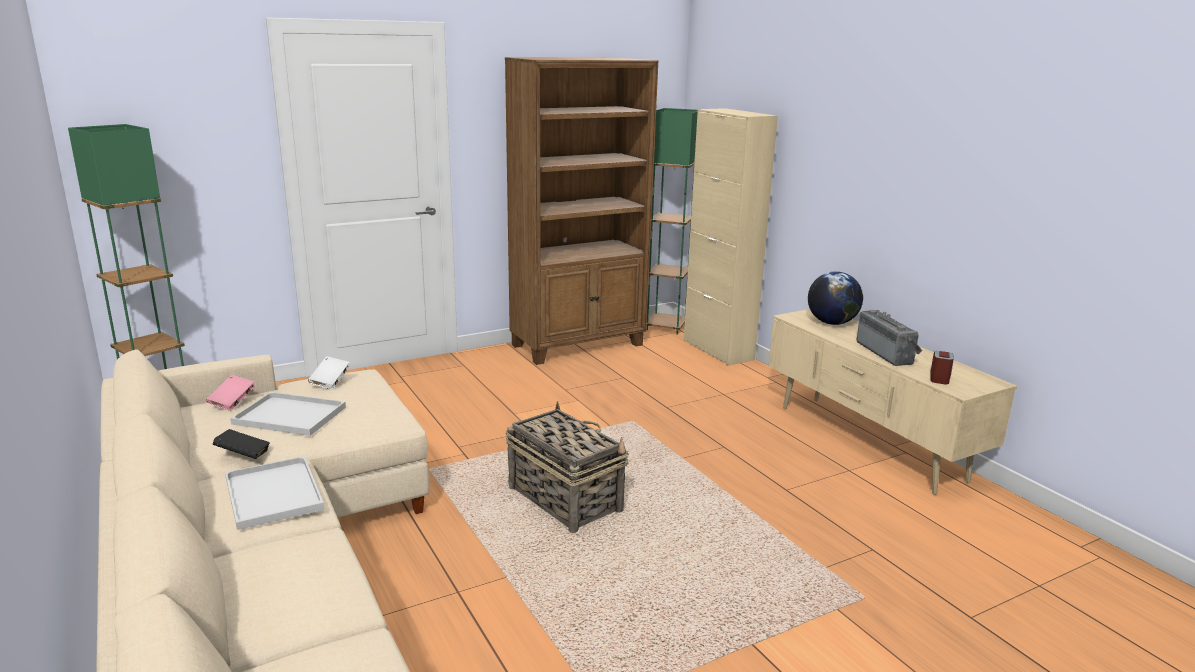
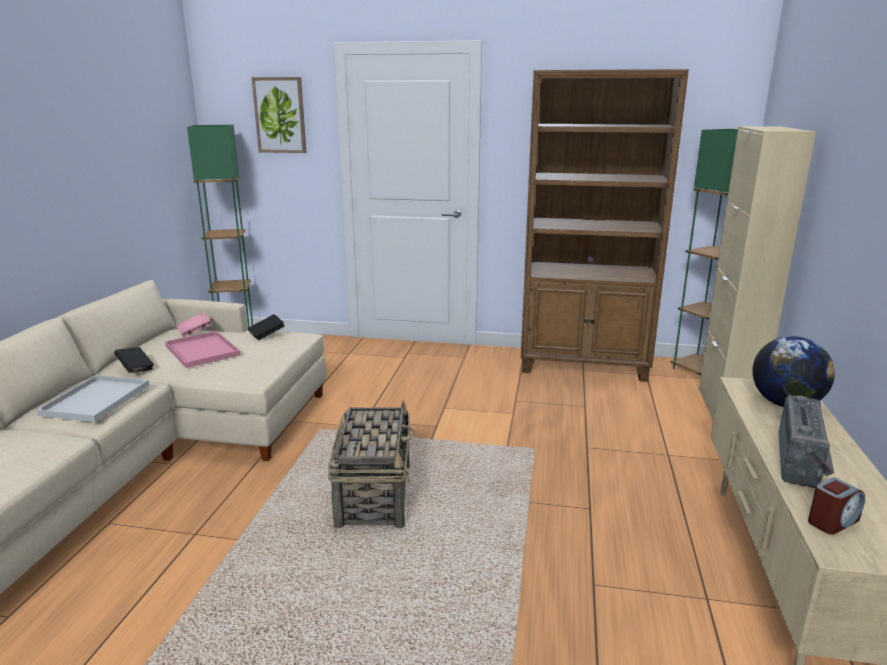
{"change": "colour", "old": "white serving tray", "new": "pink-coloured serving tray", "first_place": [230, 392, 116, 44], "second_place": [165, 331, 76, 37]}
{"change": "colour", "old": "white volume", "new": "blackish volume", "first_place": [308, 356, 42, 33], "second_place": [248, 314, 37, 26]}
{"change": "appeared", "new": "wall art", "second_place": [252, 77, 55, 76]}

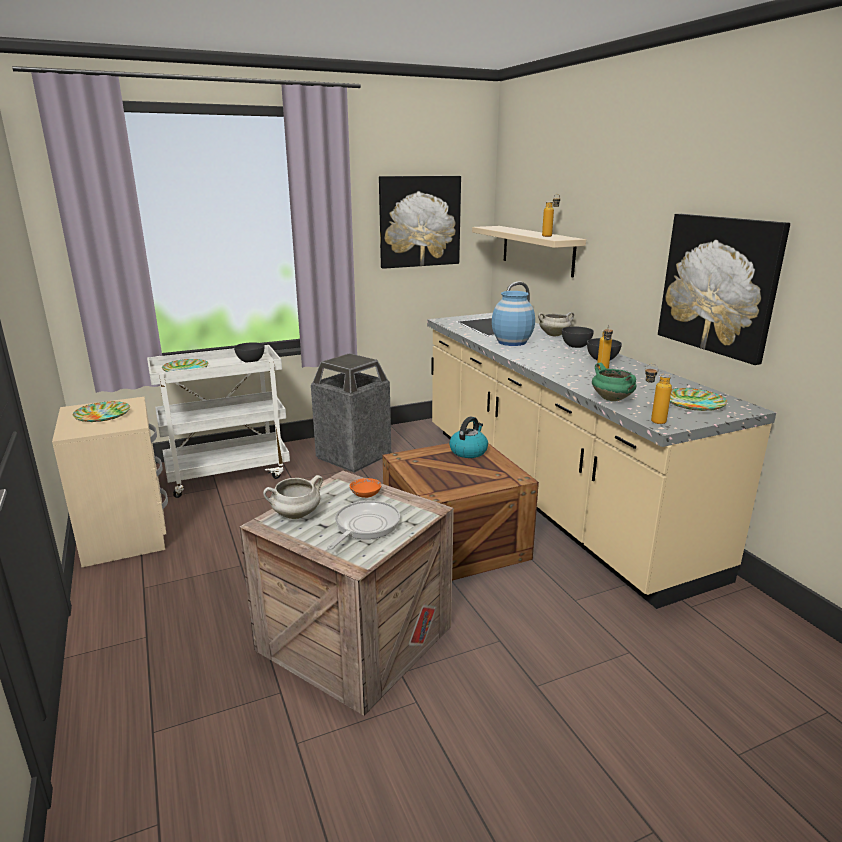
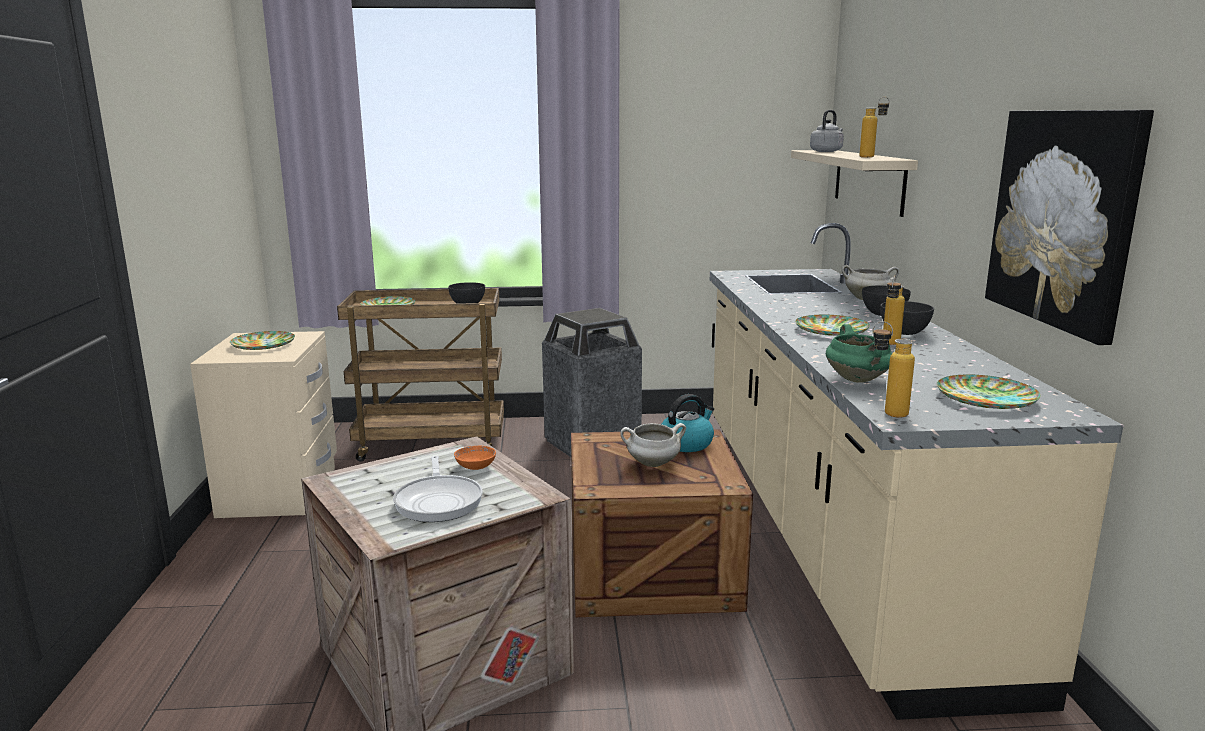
{"change": "colour", "old": "white trolley", "new": "brown trolley", "first_place": [147, 345, 143, 153], "second_place": [337, 288, 167, 174]}
{"change": "relocated", "old": "white cooking pot", "first_place": [263, 475, 60, 44], "second_place": [620, 423, 66, 44]}
{"change": "spun", "old": "skillet", "first_place": [327, 501, 73, 49], "second_place": [393, 456, 89, 66], "degrees": 120}
{"change": "missing", "old": "wall art", "first_place": [379, 176, 82, 93]}
{"change": "missing", "old": "bluish flower vase", "first_place": [492, 291, 43, 55]}
{"change": "appeared", "new": "plate", "second_place": [795, 315, 75, 21]}
{"change": "appeared", "new": "grey water kettle", "second_place": [810, 110, 34, 42]}

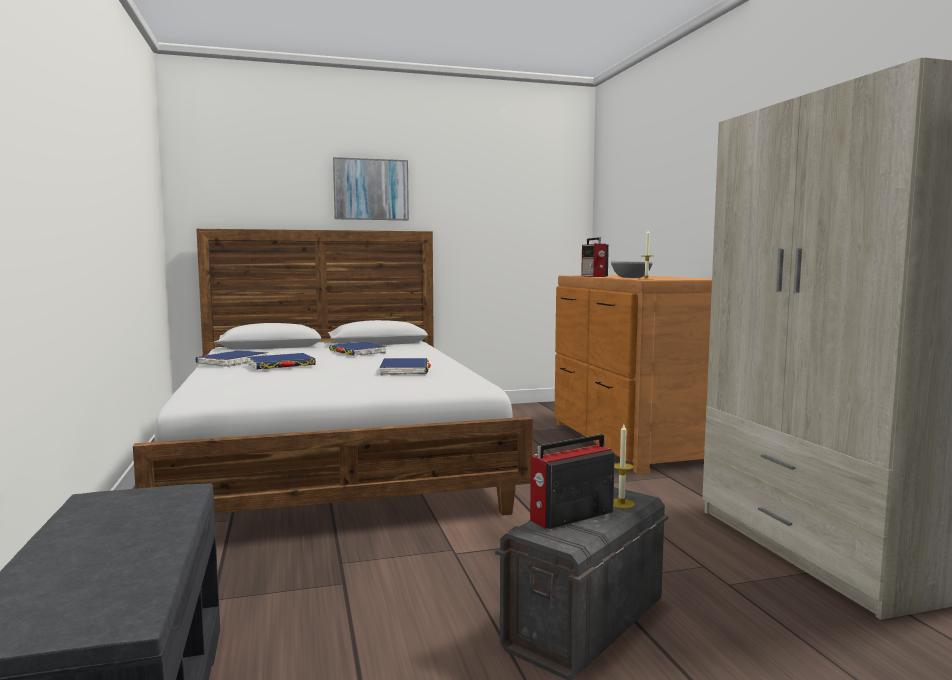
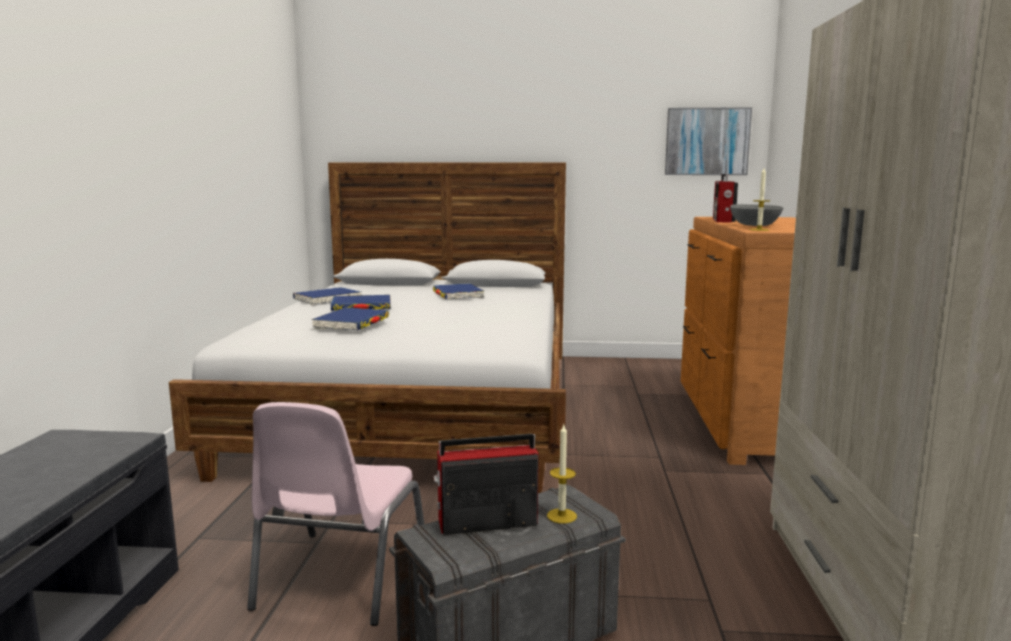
{"change": "relocated", "old": "wall art", "first_place": [333, 157, 76, 63], "second_place": [665, 107, 87, 68]}
{"change": "relocated", "old": "bluish volume", "first_place": [380, 358, 51, 18], "second_place": [311, 307, 78, 23]}
{"change": "appeared", "new": "pink-coloured plain chair", "second_place": [247, 402, 177, 224]}

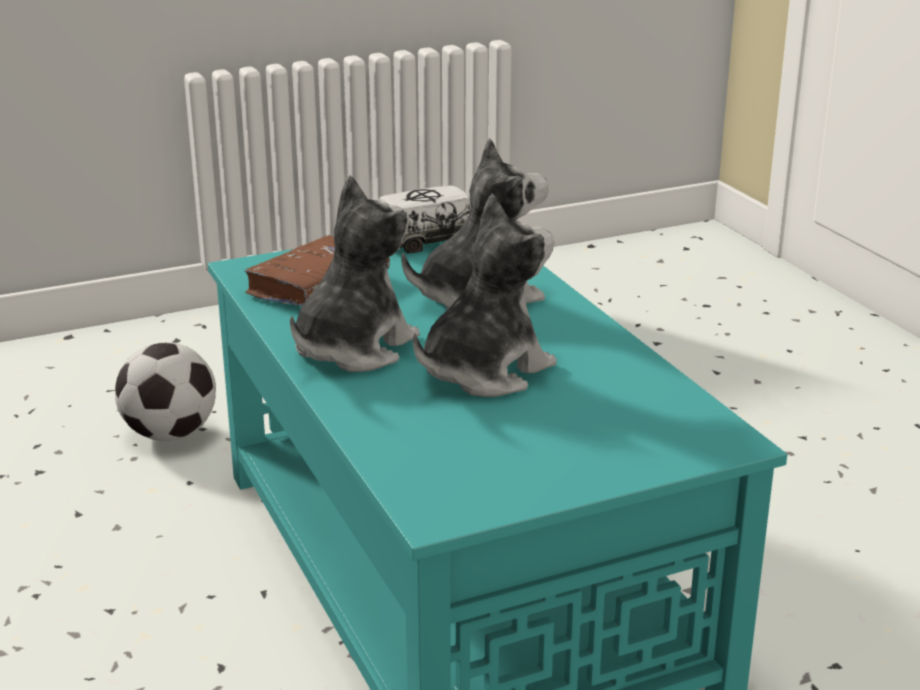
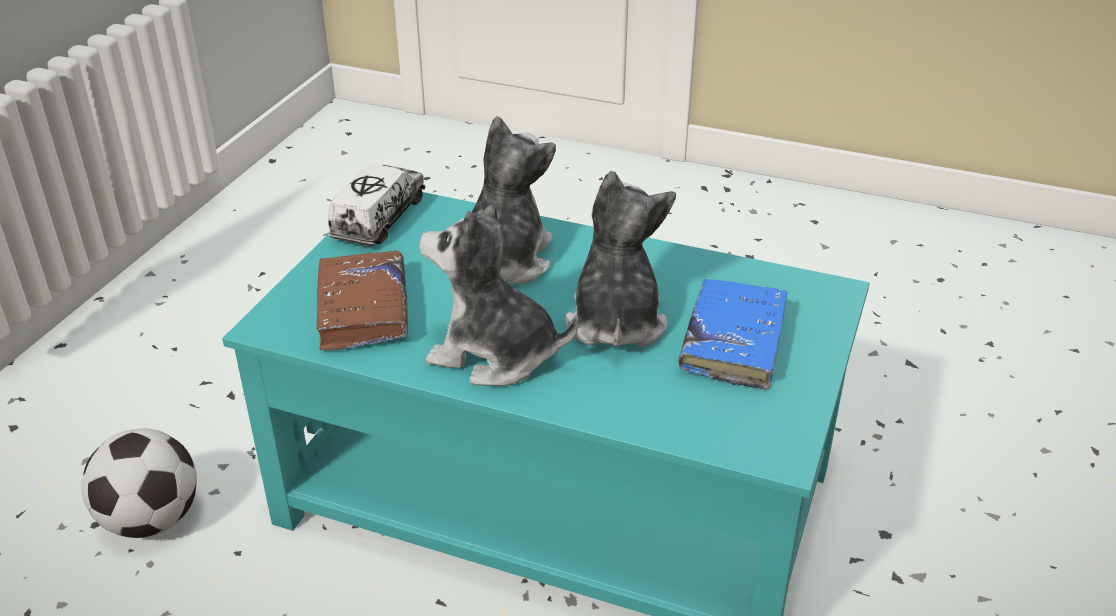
{"change": "spun", "old": "cuddly toy", "first_place": [290, 175, 130, 197], "second_place": [419, 200, 160, 186], "degrees": -60}
{"change": "appeared", "new": "bluish volume", "second_place": [678, 279, 110, 111]}

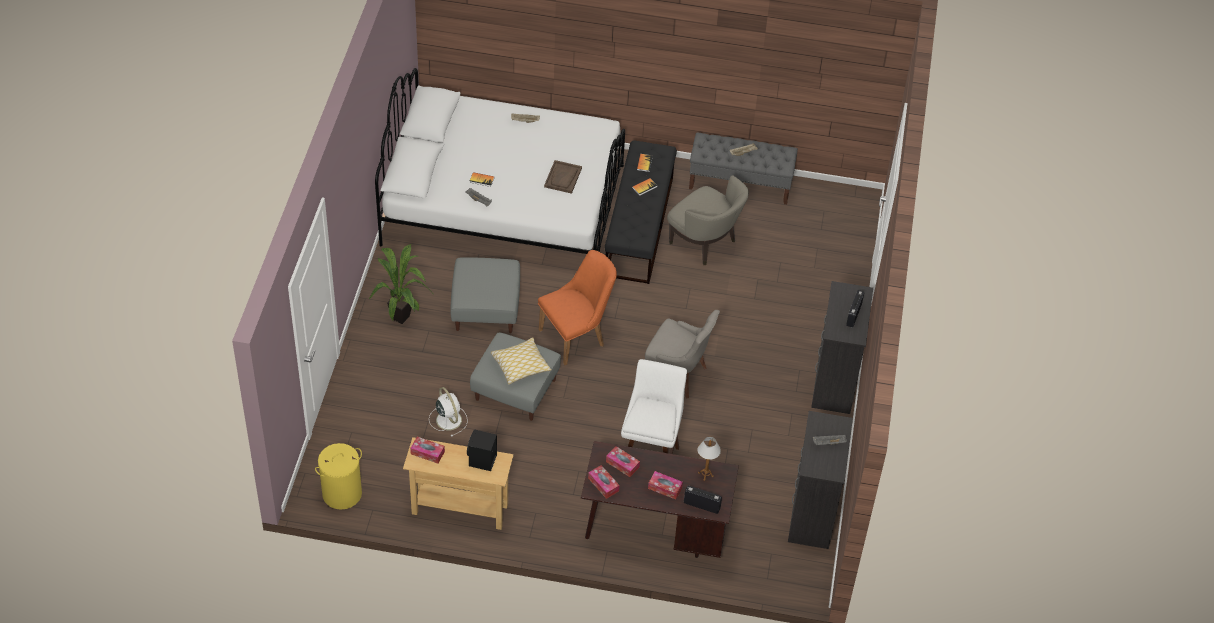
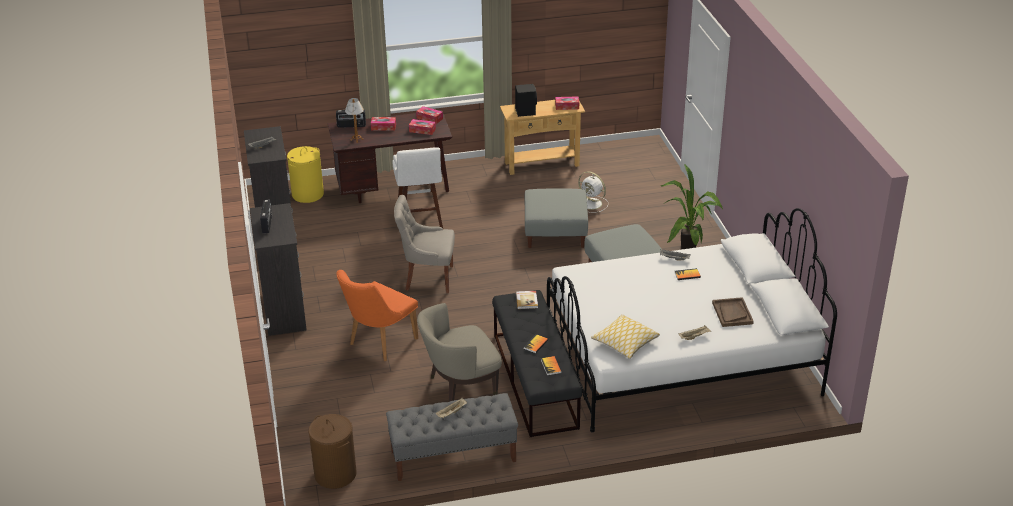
{"change": "relocated", "old": "yellow-coloured laundry basket", "first_place": [315, 443, 47, 67], "second_place": [287, 146, 37, 57]}
{"change": "relocated", "old": "throw pillow", "first_place": [491, 337, 61, 48], "second_place": [591, 314, 69, 45]}
{"change": "relocated", "old": "orange plain chair", "first_place": [538, 250, 79, 116], "second_place": [337, 270, 81, 91]}
{"change": "relocated", "old": "brown serving tray", "first_place": [544, 160, 38, 34], "second_place": [712, 297, 42, 30]}
{"change": "spun", "old": "sand-coloured easy chair", "first_place": [667, 175, 82, 90], "second_place": [417, 303, 85, 99], "degrees": -45}
{"change": "appeared", "new": "brown laundry basket", "second_place": [308, 414, 49, 75]}
{"change": "appeared", "new": "volume", "second_place": [516, 291, 22, 18]}

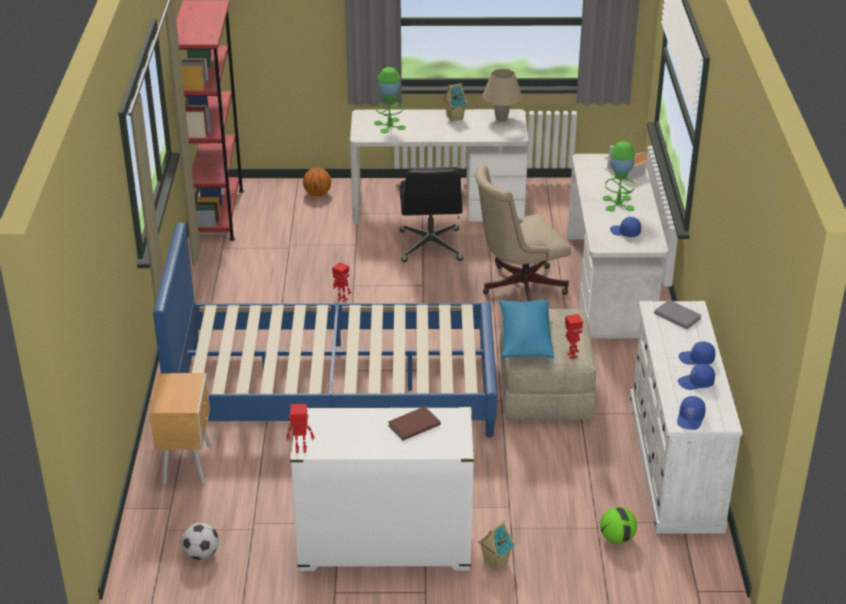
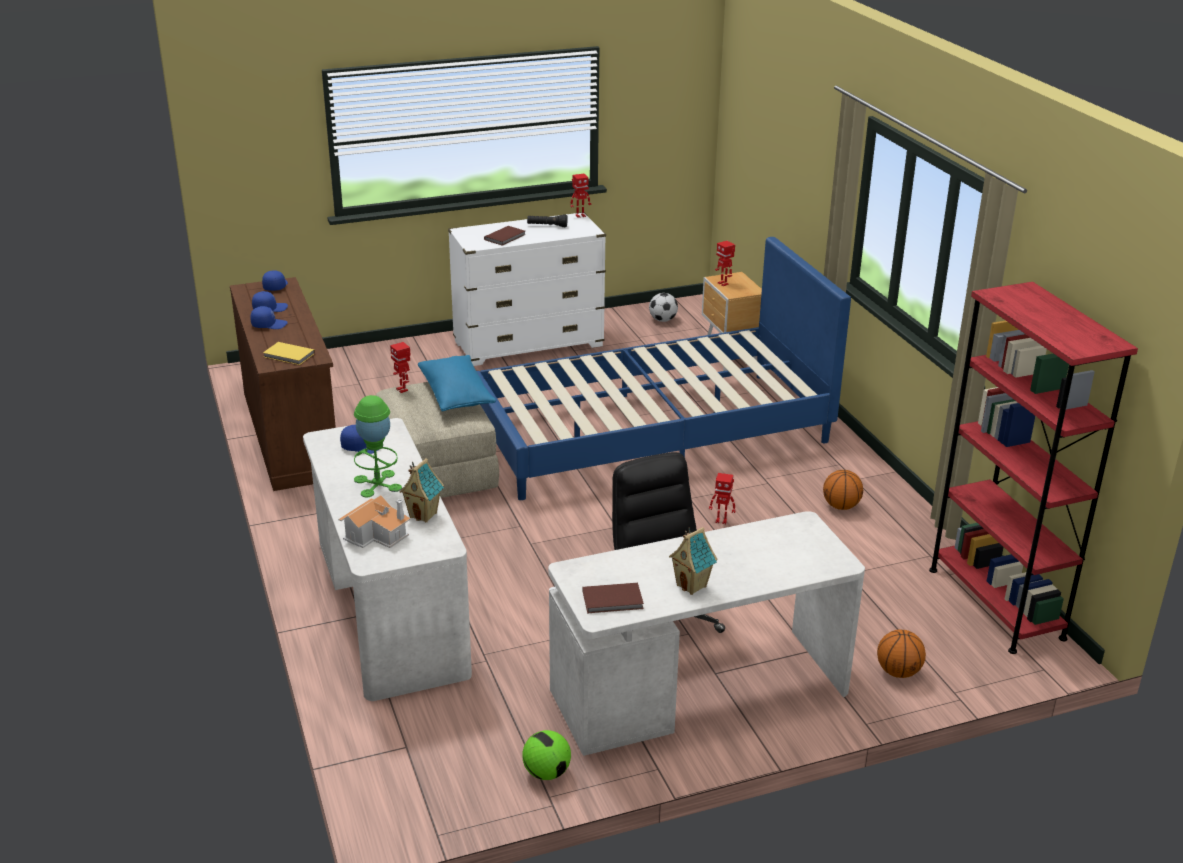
{"change": "missing", "old": "greenish table lamp", "first_place": [374, 67, 32, 66]}
{"change": "missing", "old": "sand-coloured desk chair", "first_place": [475, 164, 96, 137]}
{"change": "relocated", "old": "miniature house", "first_place": [478, 521, 37, 49], "second_place": [399, 458, 45, 65]}
{"change": "exchanged", "old": "sand-coloured table lamp", "new": "brown volume", "first_place": [483, 68, 39, 54], "second_place": [582, 583, 62, 30]}
{"change": "relocated", "old": "ball for football", "first_place": [600, 507, 37, 37], "second_place": [522, 730, 49, 50]}
{"change": "colour", "old": "white dresser", "new": "brown dresser", "first_place": [630, 301, 113, 233], "second_place": [230, 277, 106, 214]}
{"change": "colour", "old": "grey volume", "new": "yellow-coloured volume", "first_place": [654, 300, 47, 29], "second_place": [263, 342, 52, 23]}
{"change": "appeared", "new": "blackish hand torch", "second_place": [527, 214, 40, 13]}
{"change": "appeared", "new": "toy robot", "second_place": [715, 241, 20, 45]}
{"change": "appeared", "new": "basketball", "second_place": [823, 470, 40, 40]}

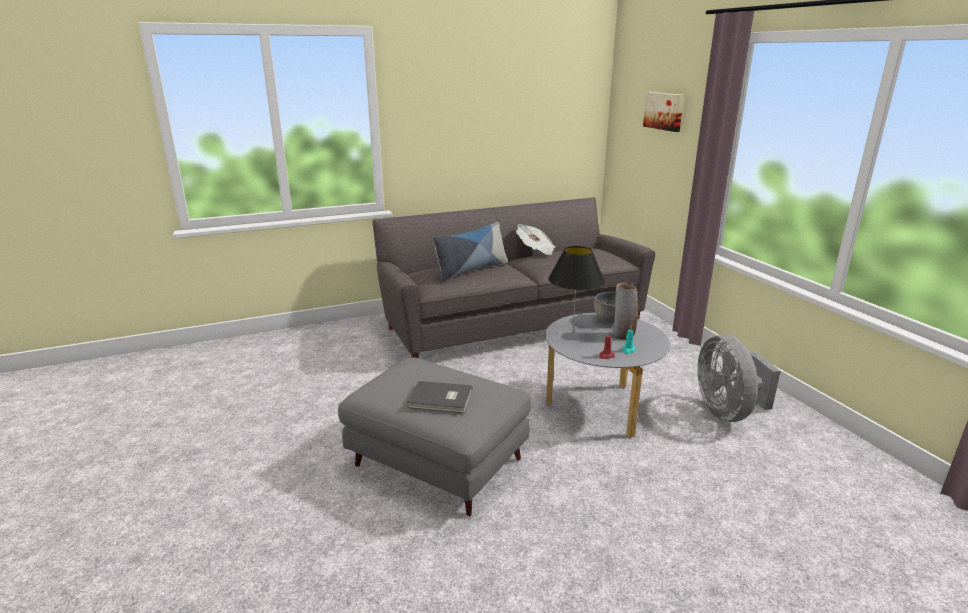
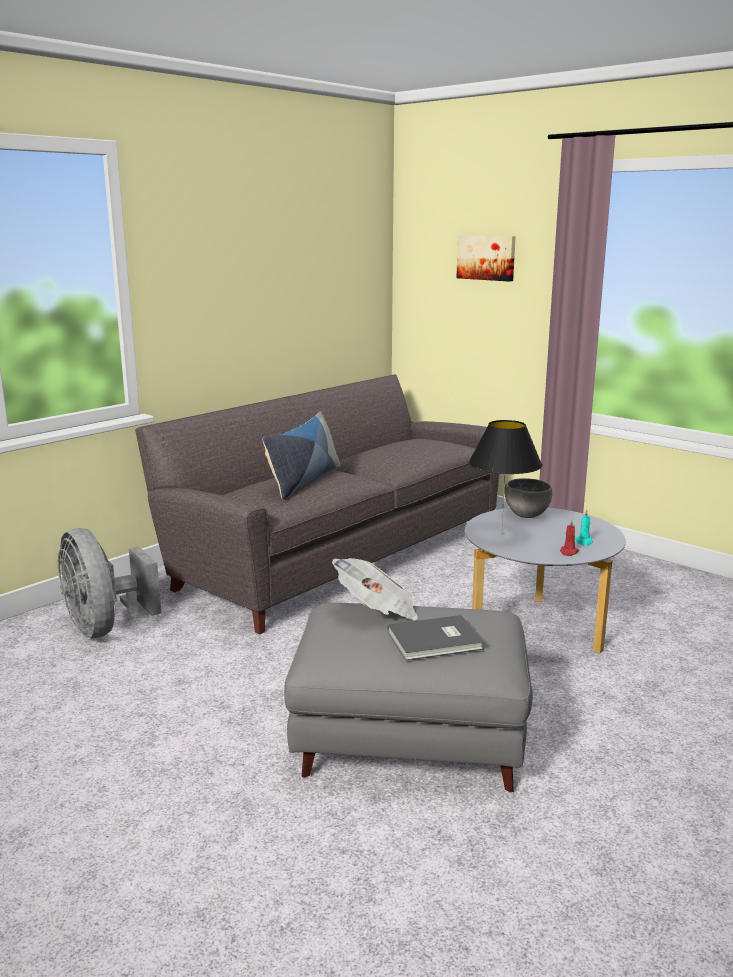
{"change": "relocated", "old": "newspaper", "first_place": [516, 224, 40, 32], "second_place": [332, 558, 86, 62]}
{"change": "missing", "old": "flower vase", "first_place": [612, 282, 26, 57]}
{"change": "relocated", "old": "grey electric fan", "first_place": [697, 335, 84, 87], "second_place": [57, 528, 104, 110]}

